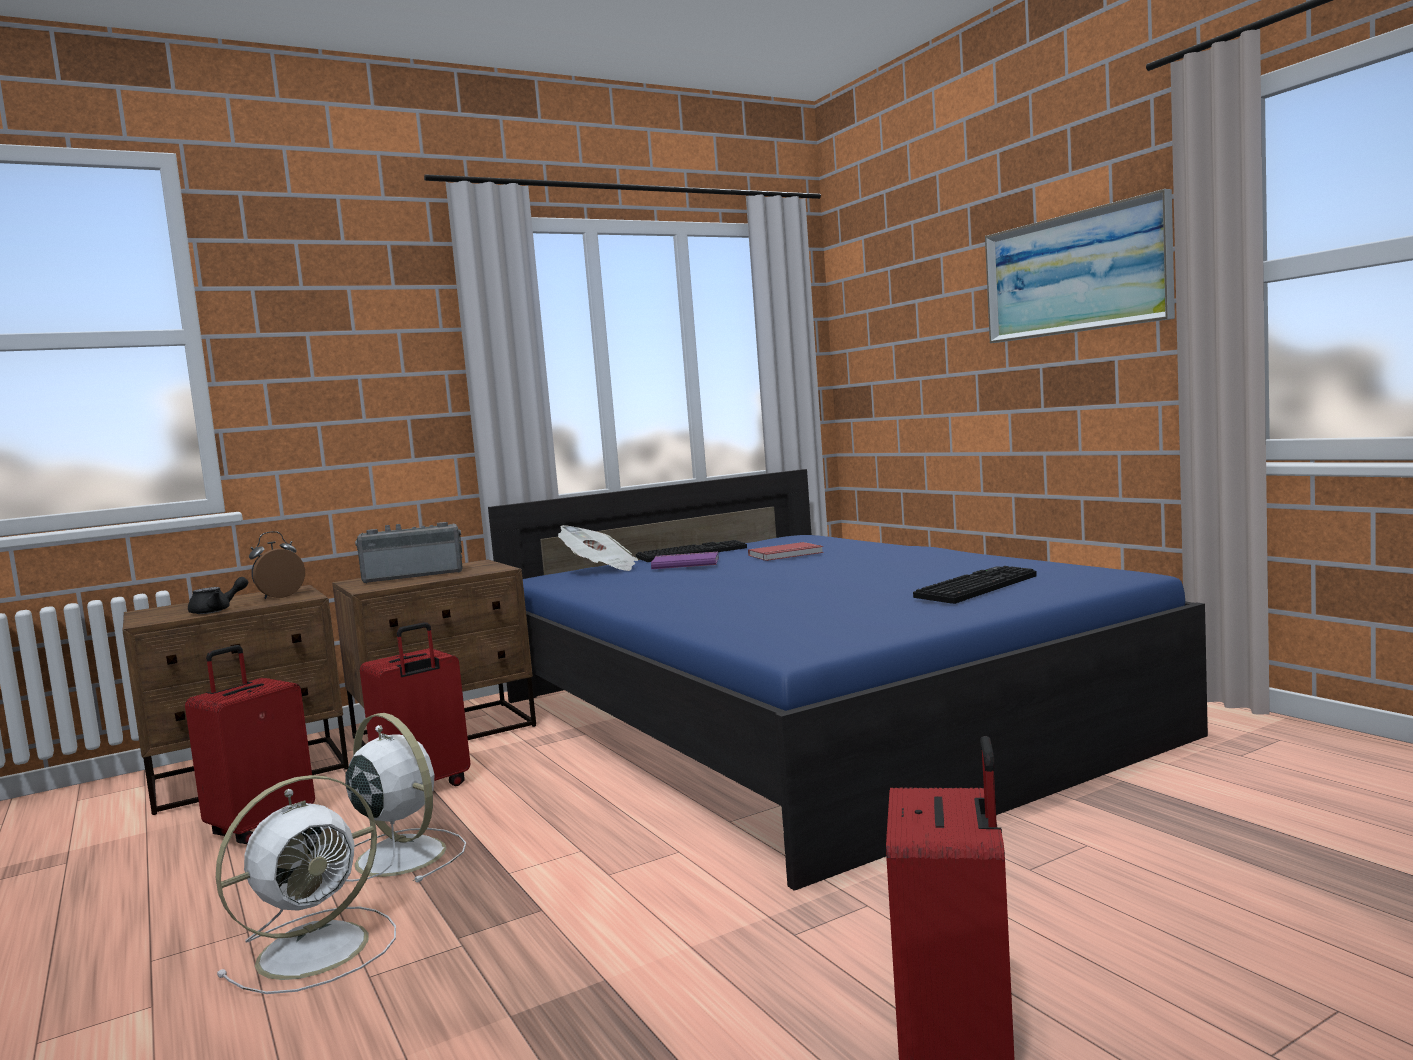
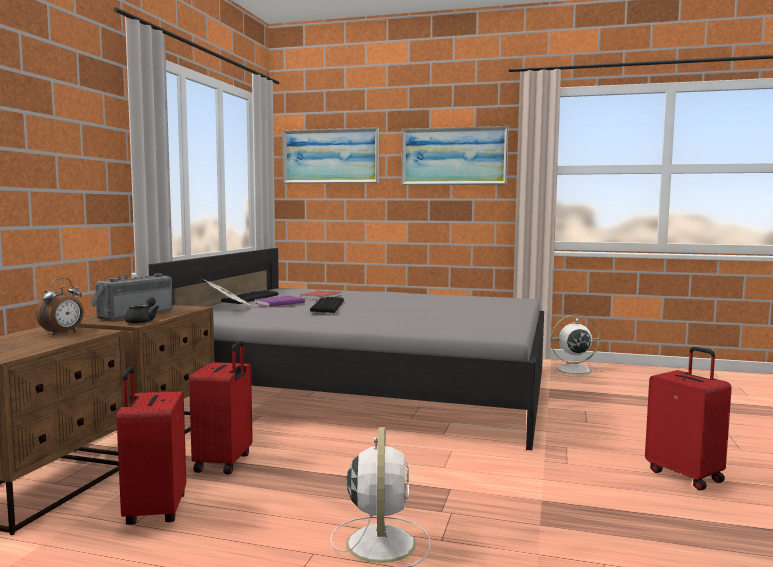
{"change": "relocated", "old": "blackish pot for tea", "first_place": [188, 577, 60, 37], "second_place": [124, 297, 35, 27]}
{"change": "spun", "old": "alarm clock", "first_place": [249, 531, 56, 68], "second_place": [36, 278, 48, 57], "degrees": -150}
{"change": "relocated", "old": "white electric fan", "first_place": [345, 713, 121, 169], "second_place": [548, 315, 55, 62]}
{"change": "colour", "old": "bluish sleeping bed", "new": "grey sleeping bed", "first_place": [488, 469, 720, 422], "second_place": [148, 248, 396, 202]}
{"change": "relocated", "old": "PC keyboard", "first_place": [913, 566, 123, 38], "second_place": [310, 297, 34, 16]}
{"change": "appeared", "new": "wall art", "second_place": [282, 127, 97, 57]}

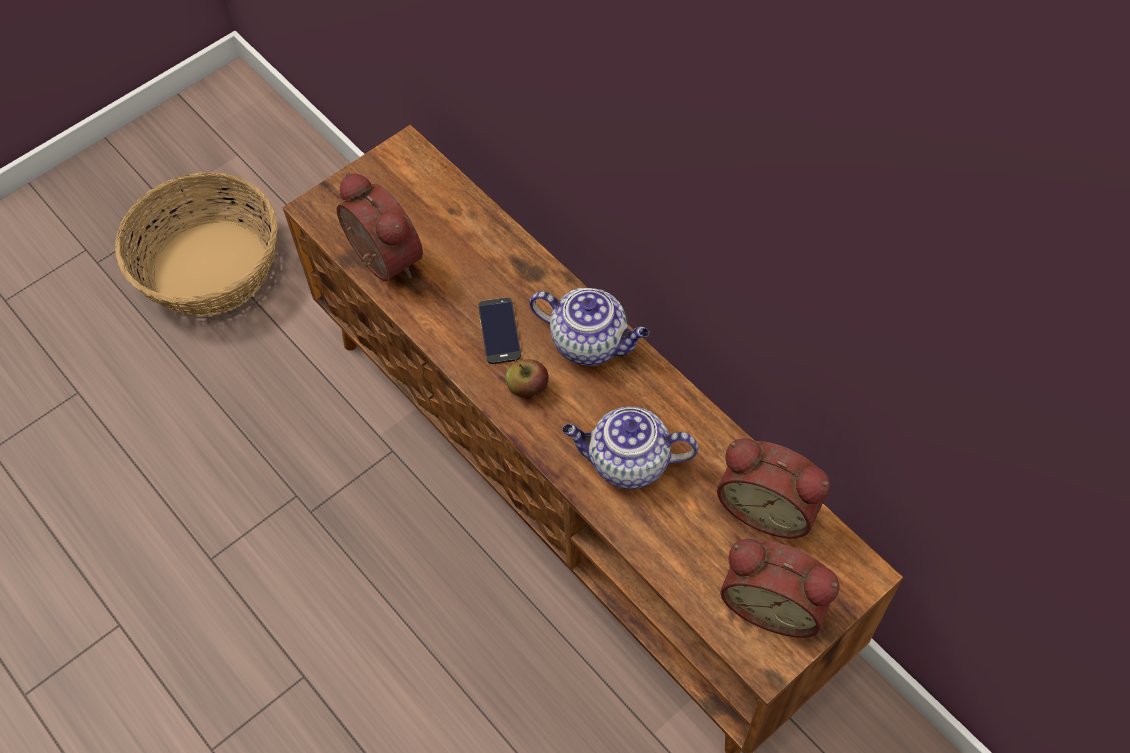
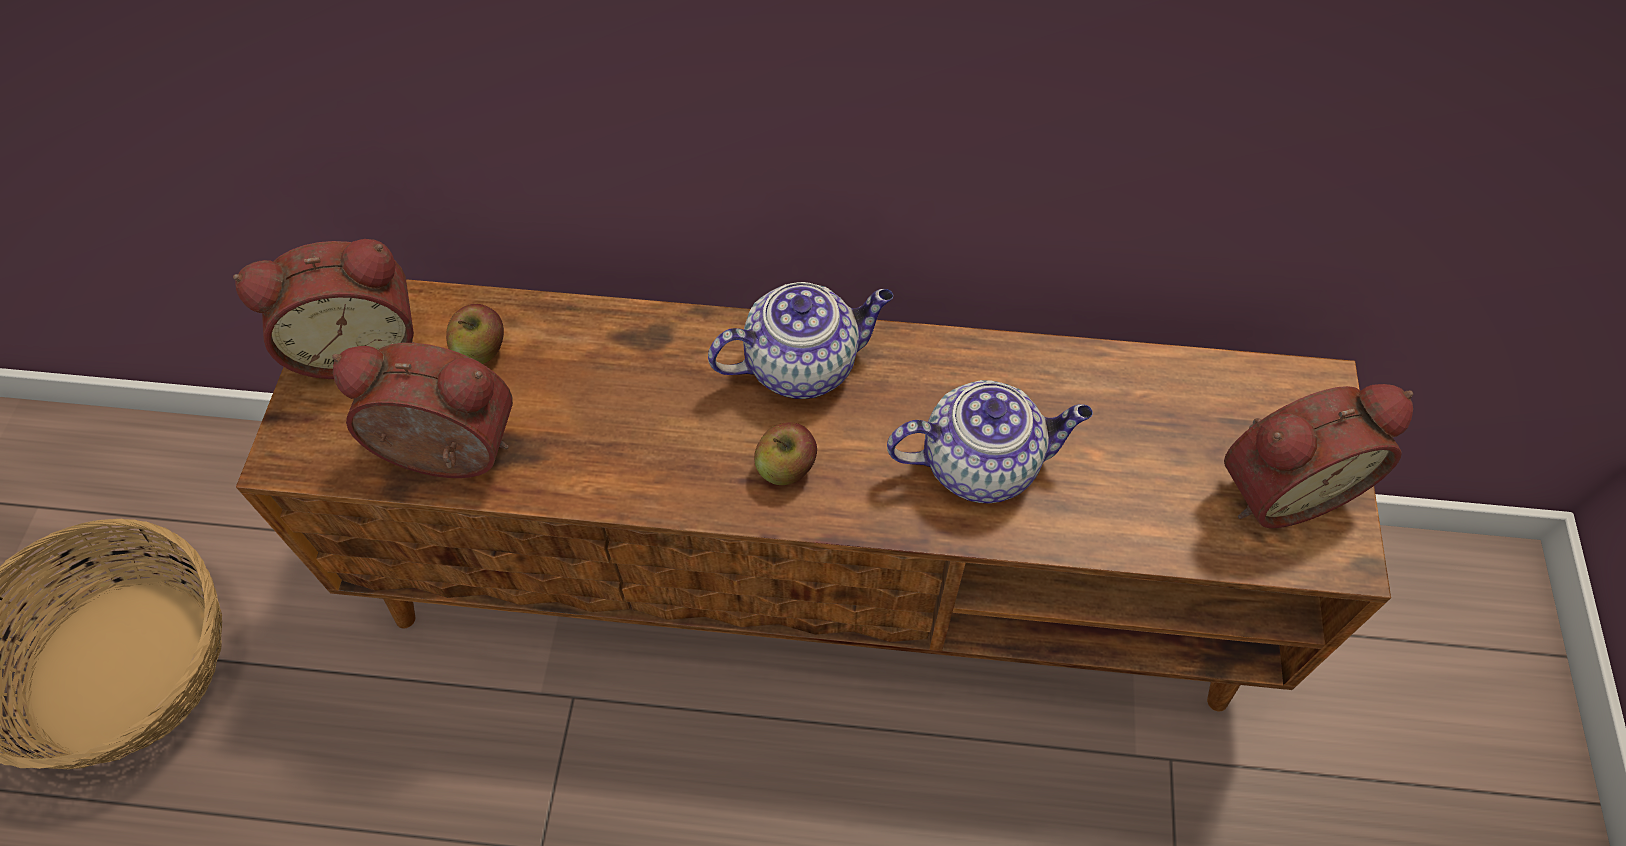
{"change": "missing", "old": "telephone", "first_place": [478, 297, 43, 67]}
{"change": "spun", "old": "pot for tea", "first_place": [562, 407, 137, 82], "second_place": [887, 380, 206, 124], "degrees": -150}
{"change": "relocated", "old": "alarm clock", "first_place": [717, 438, 113, 100], "second_place": [233, 239, 182, 140]}
{"change": "appeared", "new": "apple fruit", "second_place": [446, 304, 58, 60]}

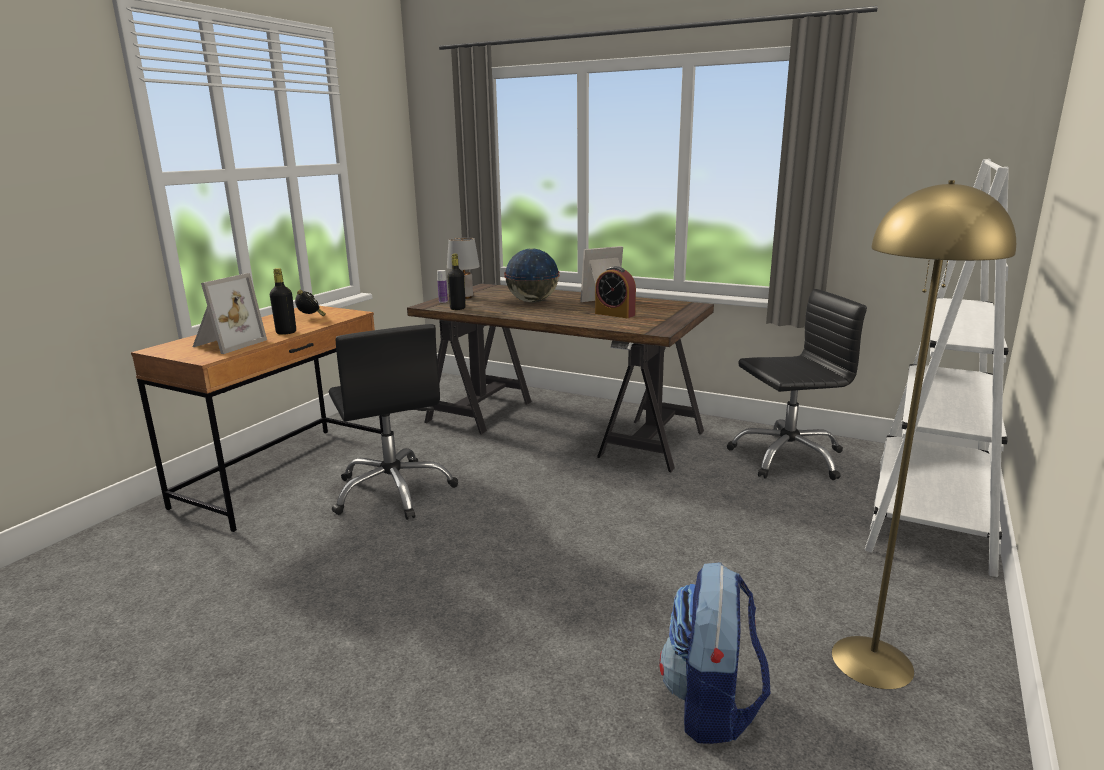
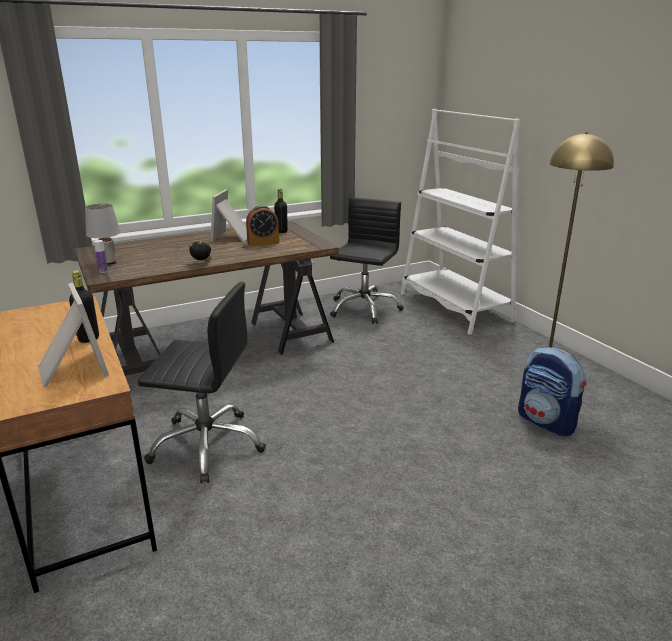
{"change": "relocated", "old": "alarm clock", "first_place": [295, 290, 31, 26], "second_place": [188, 241, 24, 19]}
{"change": "relocated", "old": "blackish beverage bottle", "first_place": [447, 254, 19, 56], "second_place": [274, 189, 14, 44]}
{"change": "missing", "old": "world globe", "first_place": [504, 248, 56, 55]}

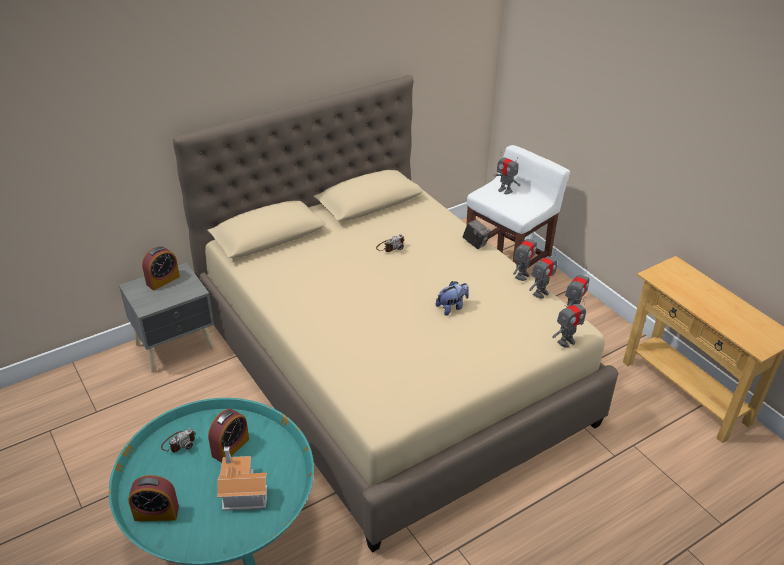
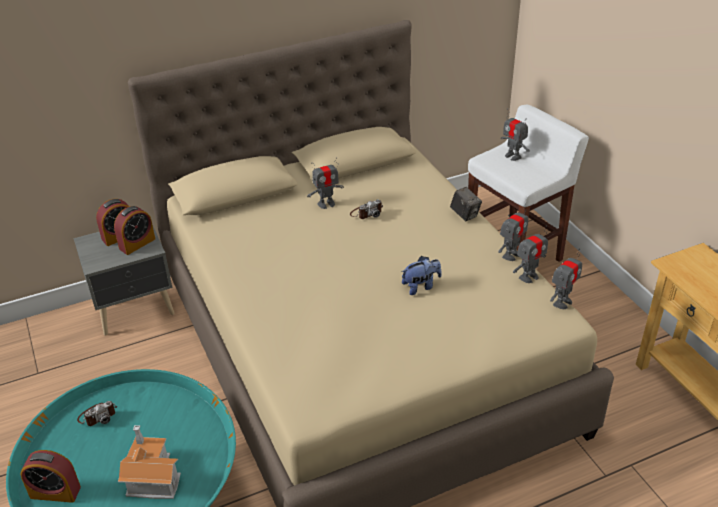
{"change": "relocated", "old": "alarm clock", "first_place": [208, 409, 41, 54], "second_place": [114, 206, 41, 49]}
{"change": "relocated", "old": "toy robot", "first_place": [552, 297, 34, 51], "second_place": [307, 157, 37, 52]}

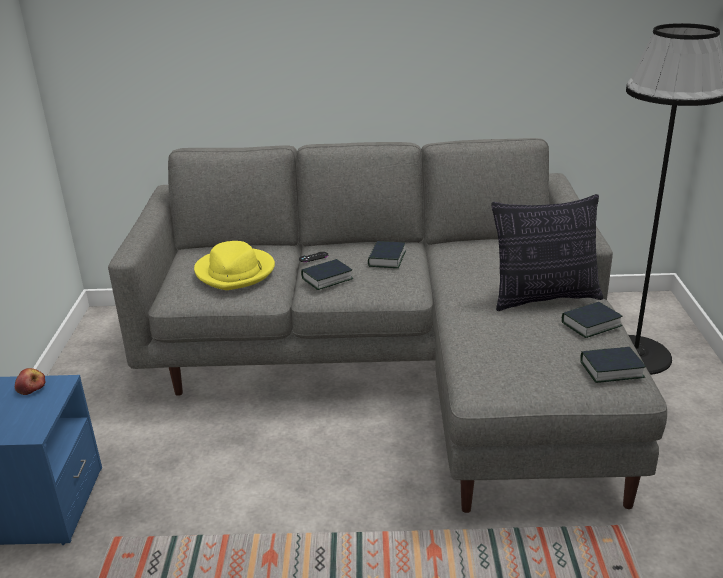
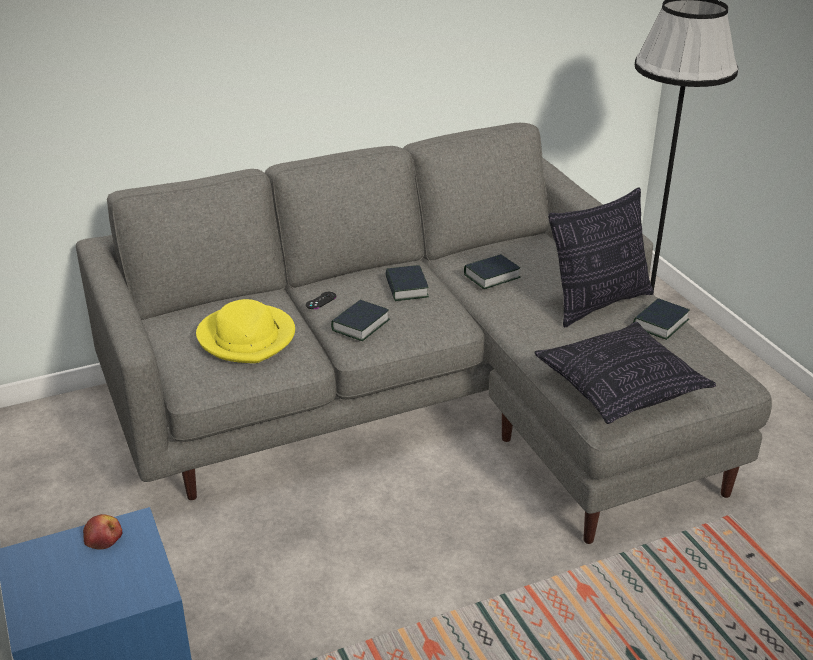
{"change": "relocated", "old": "volume", "first_place": [580, 347, 66, 36], "second_place": [464, 254, 57, 35]}
{"change": "appeared", "new": "throw pillow", "second_place": [534, 322, 182, 102]}

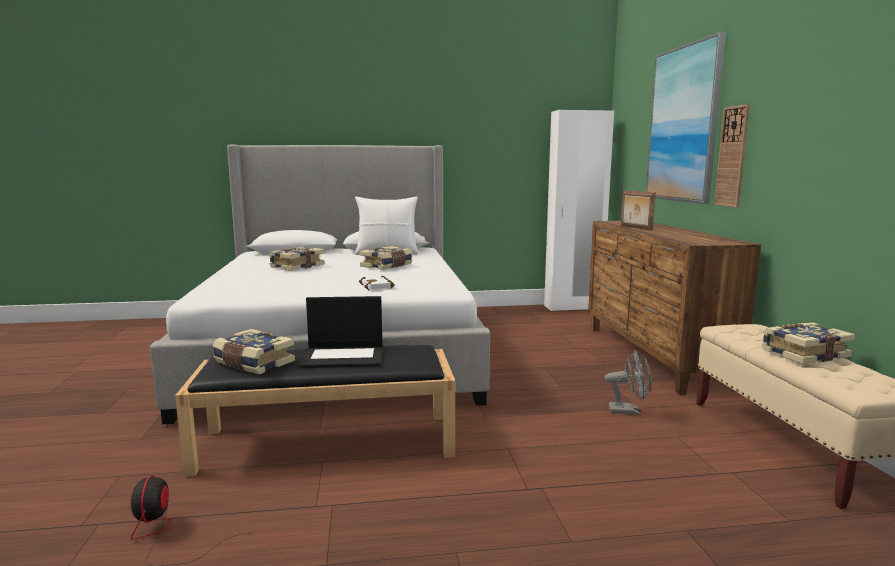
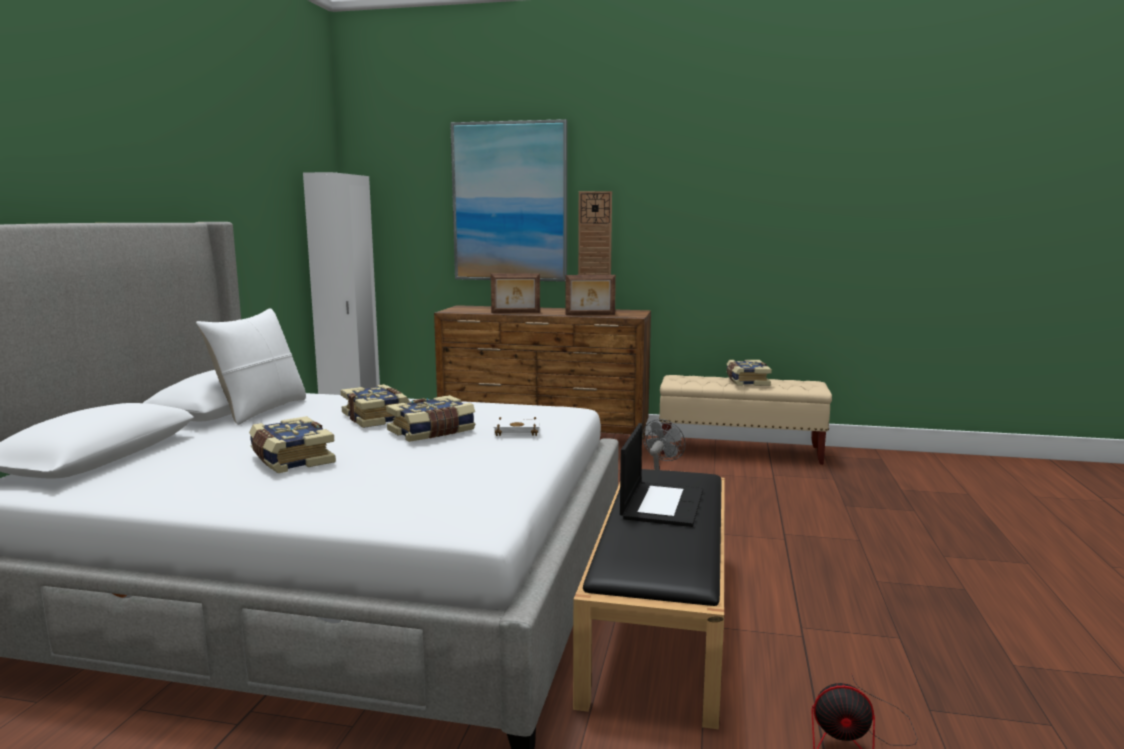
{"change": "relocated", "old": "volume", "first_place": [213, 329, 82, 45], "second_place": [386, 395, 89, 47]}
{"change": "appeared", "new": "photo frame", "second_place": [565, 275, 51, 40]}

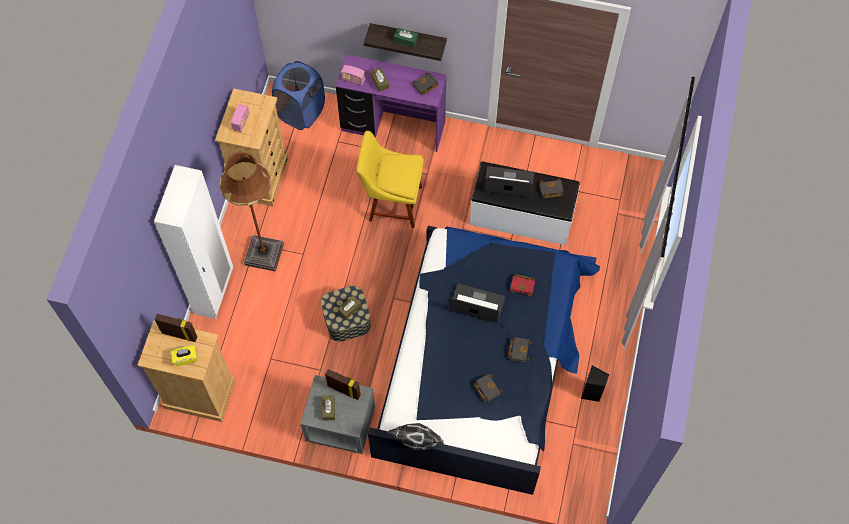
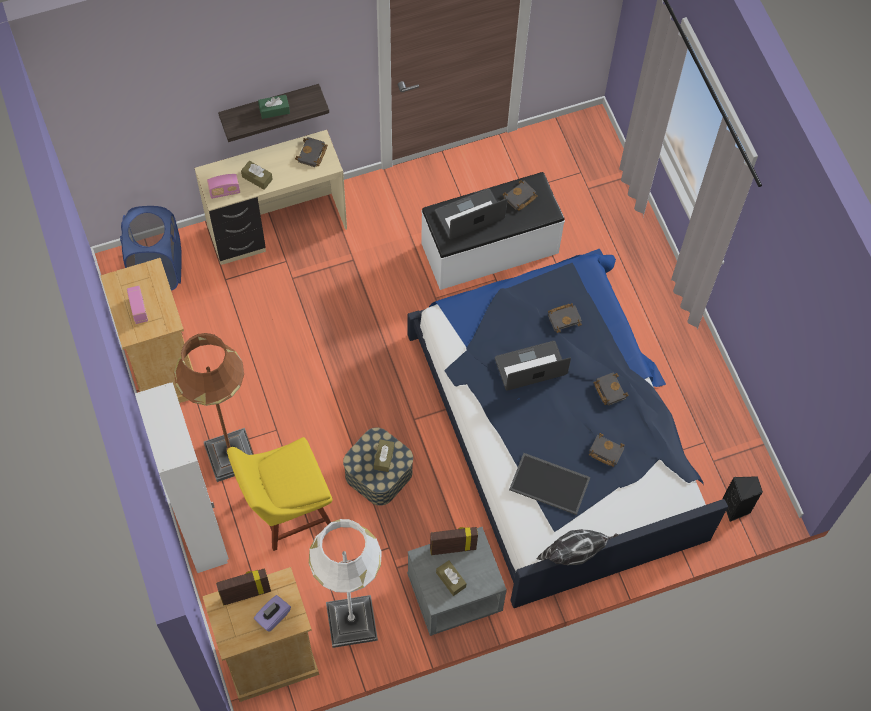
{"change": "colour", "old": "yellow-coloured box of tissues", "new": "purple box of tissues", "first_place": [171, 346, 26, 20], "second_place": [254, 595, 37, 37]}
{"change": "colour", "old": "purple desk unit", "new": "sand-coloured desk unit", "first_place": [336, 55, 111, 97], "second_place": [195, 130, 152, 135]}
{"change": "relocated", "old": "yellow-coloured plain chair", "first_place": [357, 131, 67, 97], "second_place": [227, 437, 106, 114]}
{"change": "colour", "old": "reddish volume", "new": "blackish volume", "first_place": [510, 274, 25, 23], "second_place": [548, 303, 34, 30]}
{"change": "relocated", "old": "blackish loudspeaker", "first_place": [581, 365, 28, 37], "second_place": [722, 476, 41, 46]}
{"change": "appeared", "new": "white standard lamp", "second_place": [309, 519, 73, 129]}
{"change": "appeared", "new": "serving tray", "second_place": [509, 453, 82, 62]}

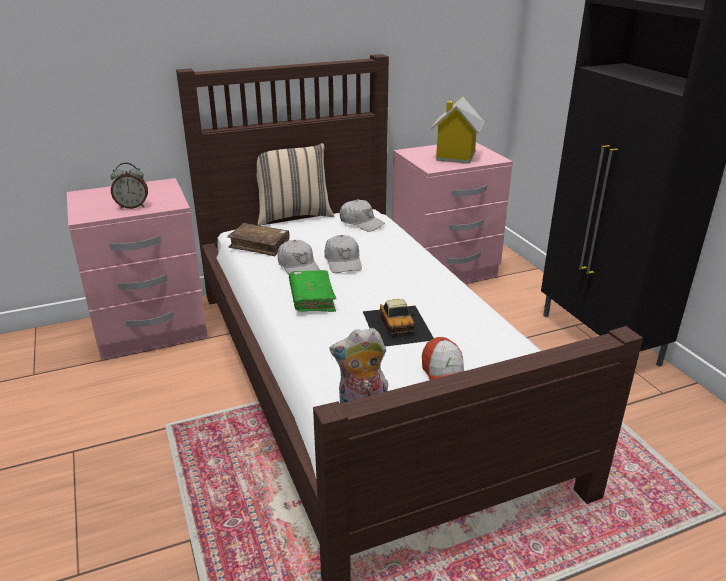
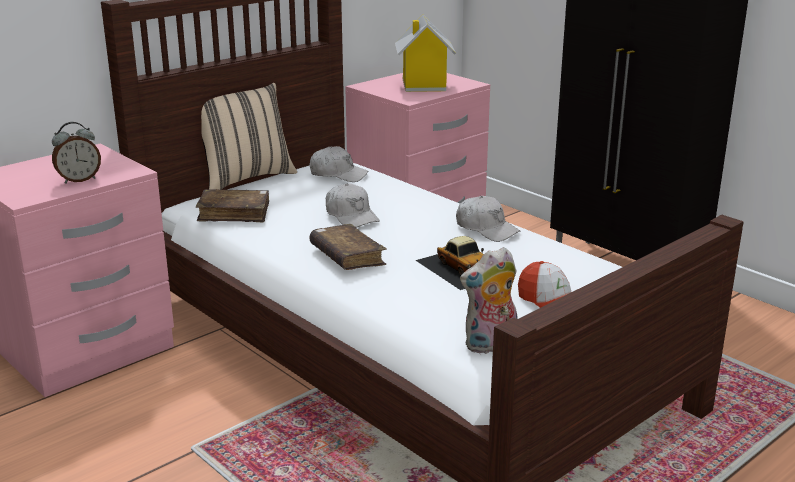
{"change": "relocated", "old": "white baseball cap", "first_place": [278, 240, 42, 35], "second_place": [456, 196, 64, 46]}
{"change": "colour", "old": "greenish volume", "new": "brown volume", "first_place": [289, 270, 47, 42], "second_place": [310, 224, 77, 46]}

